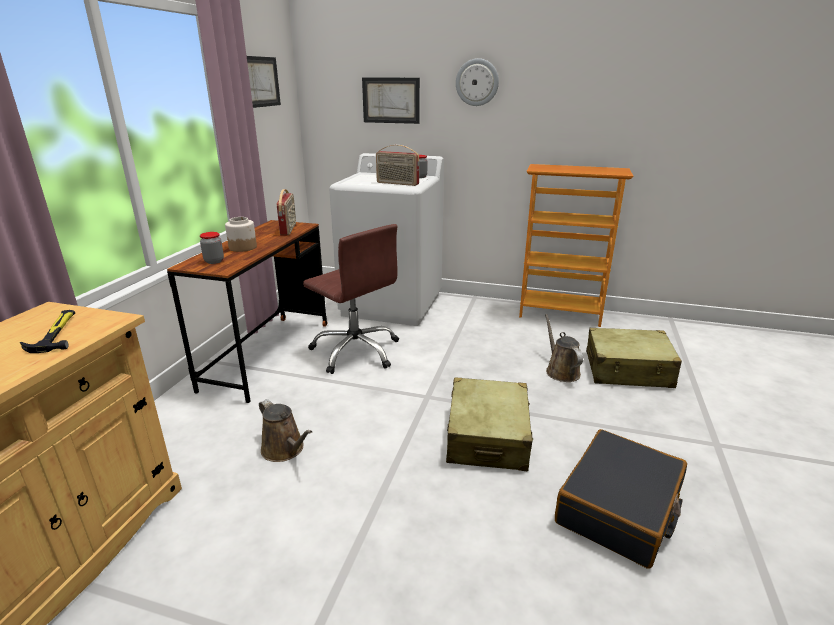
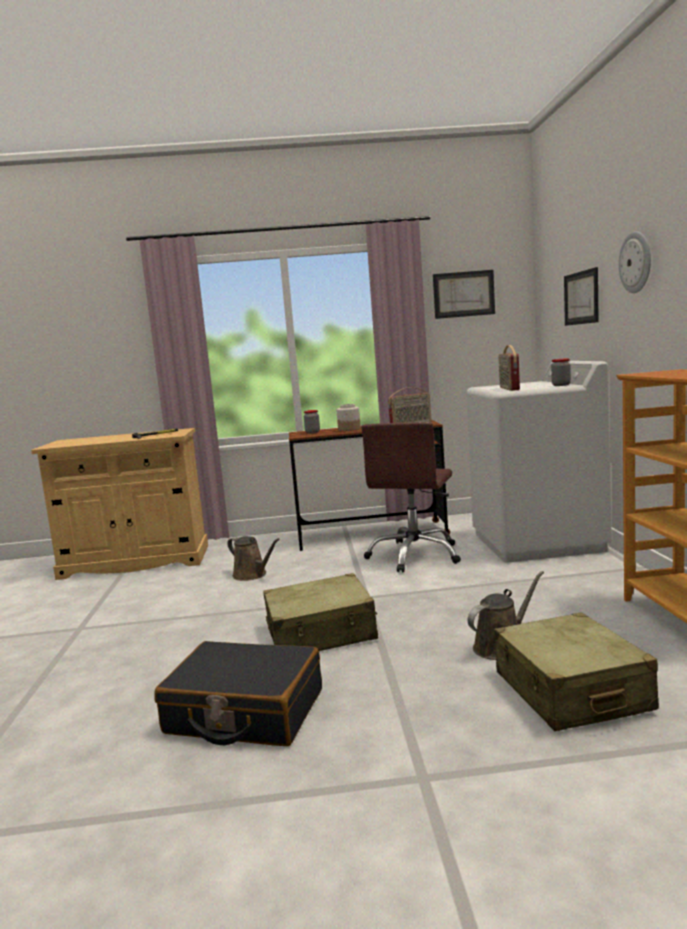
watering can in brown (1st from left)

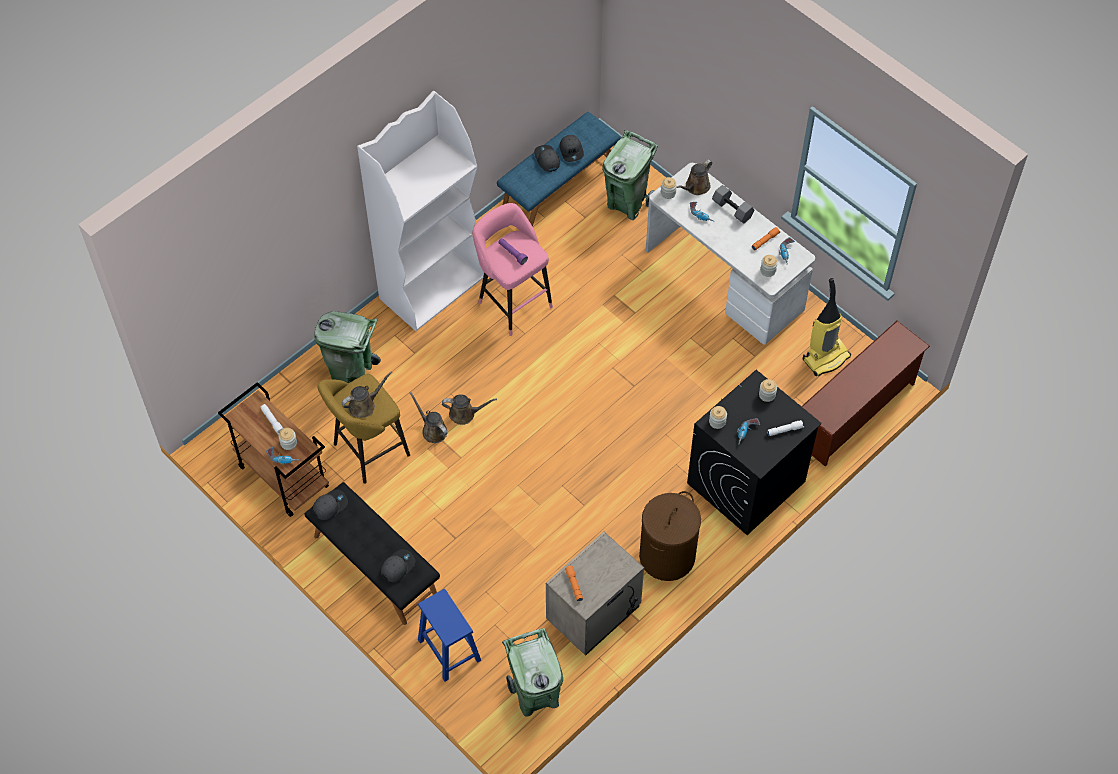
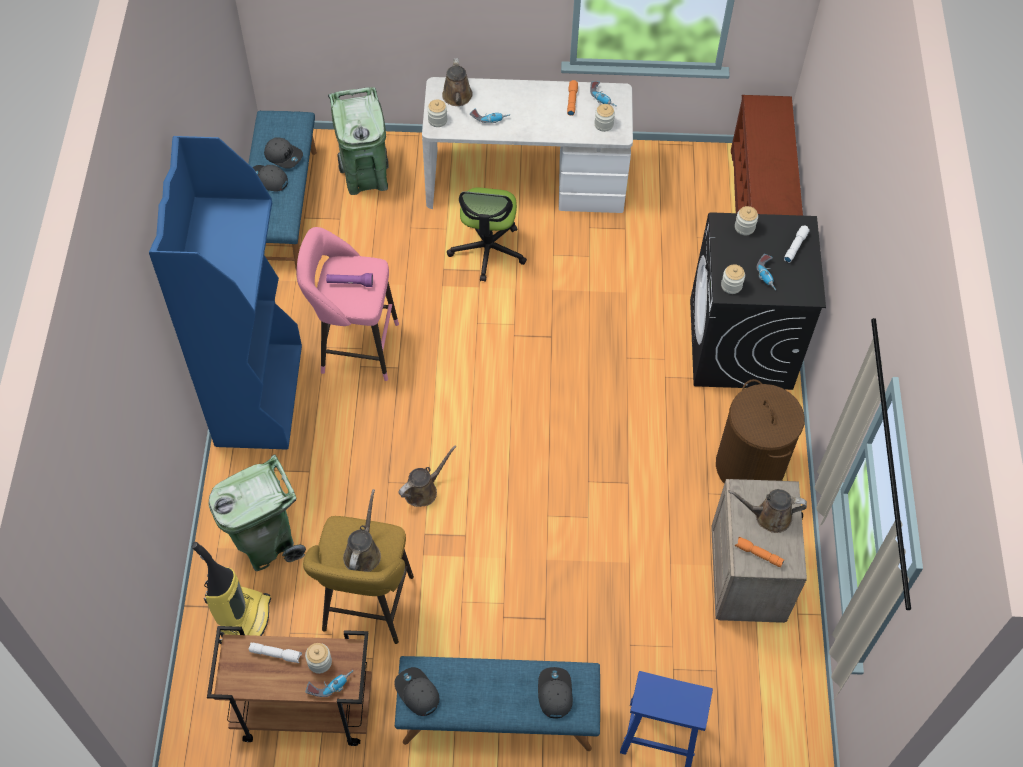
trash can in green (2nd from left in the first image)
dumbbell in grey
office chair
watering can in brown (4th from left)
vacuum cleaner
bench in blue (2nd from left)
bookcase in blue
cap in grey (3rd from left)

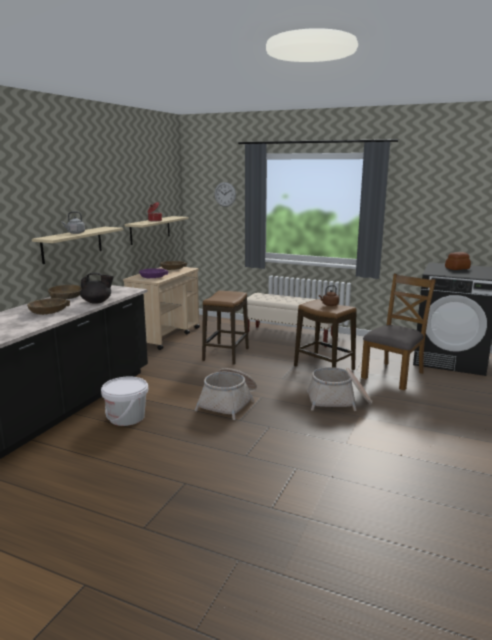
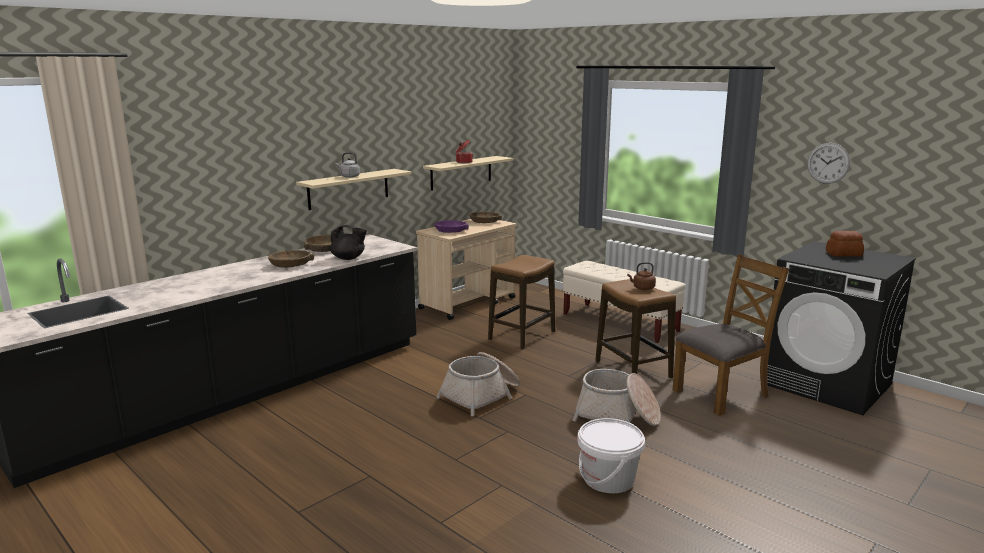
bucket in white
wall clock

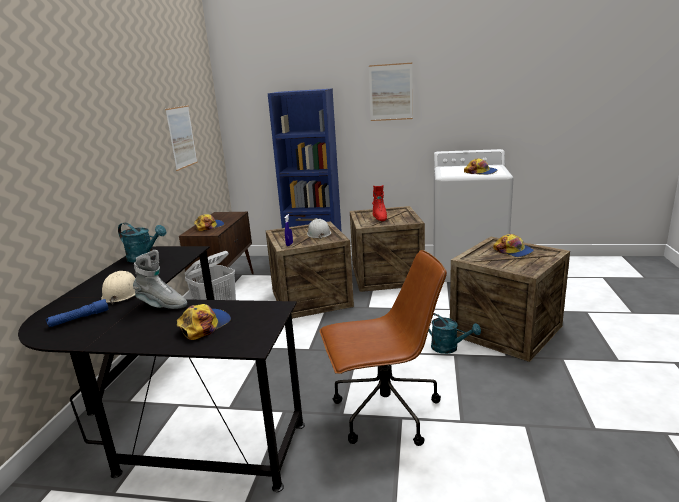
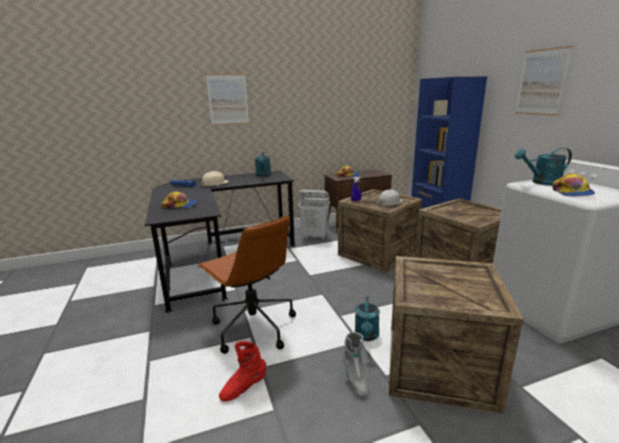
cap (4th from left in the first image)
watering can in turquoise (3rd from left)
boot in grey
picture (1st from left)
boot in red

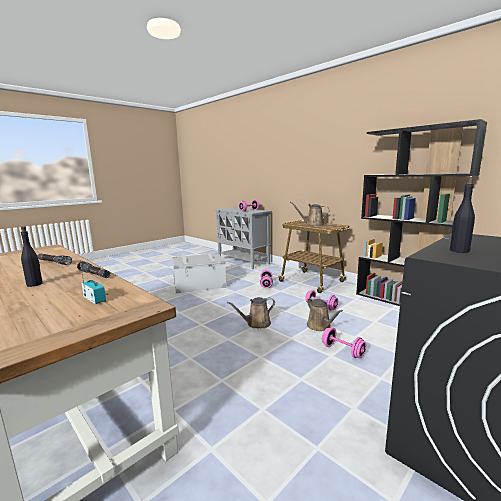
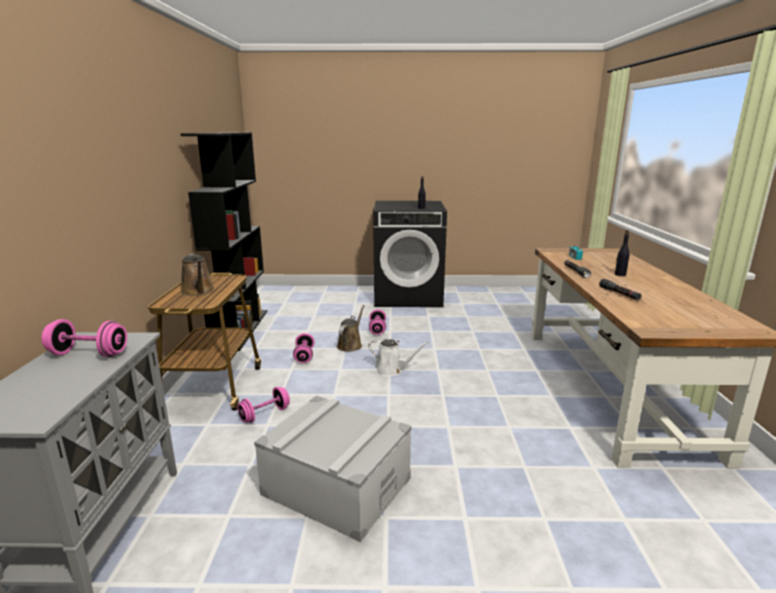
watering can in white

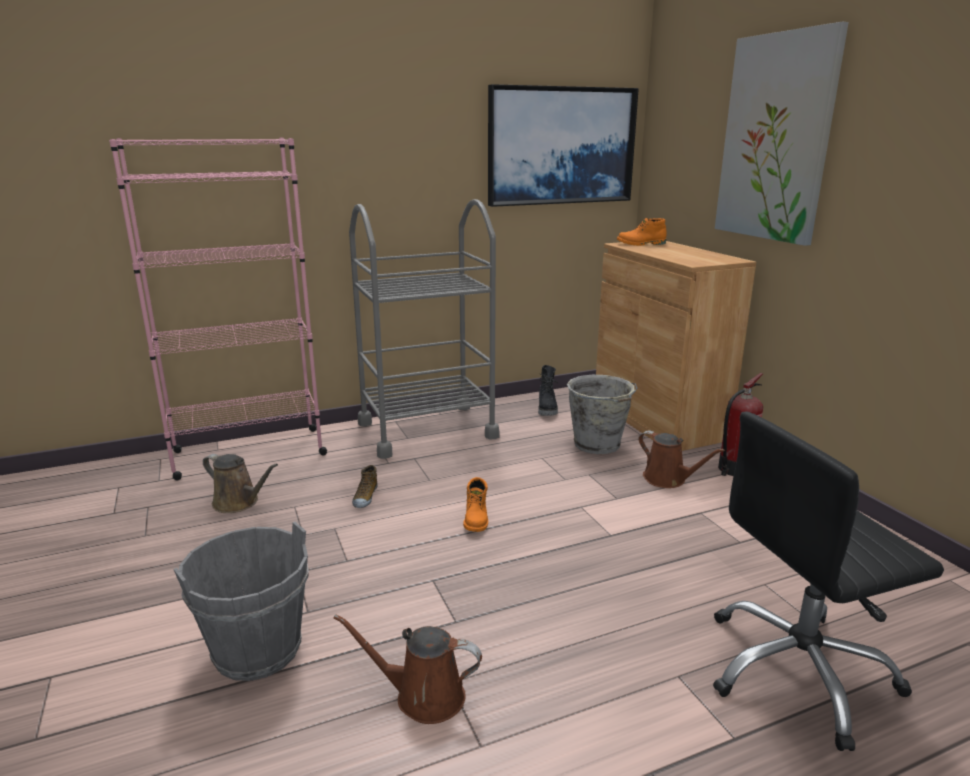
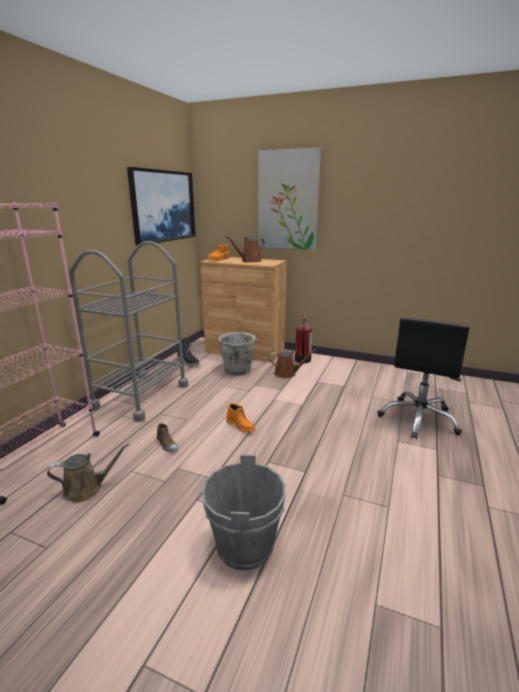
watering can in brown (2nd from left)

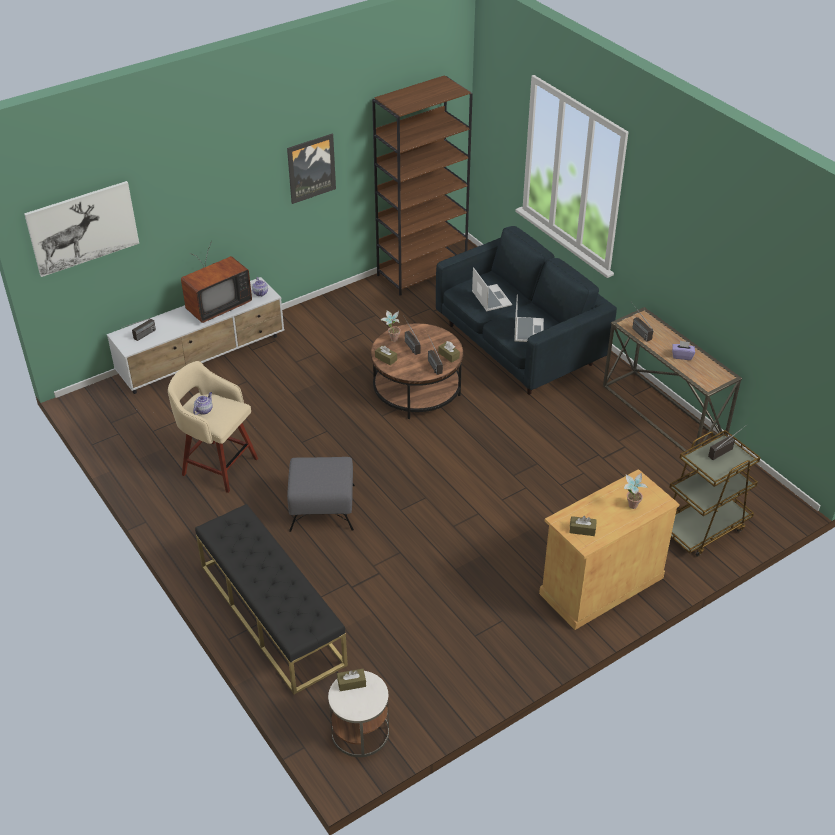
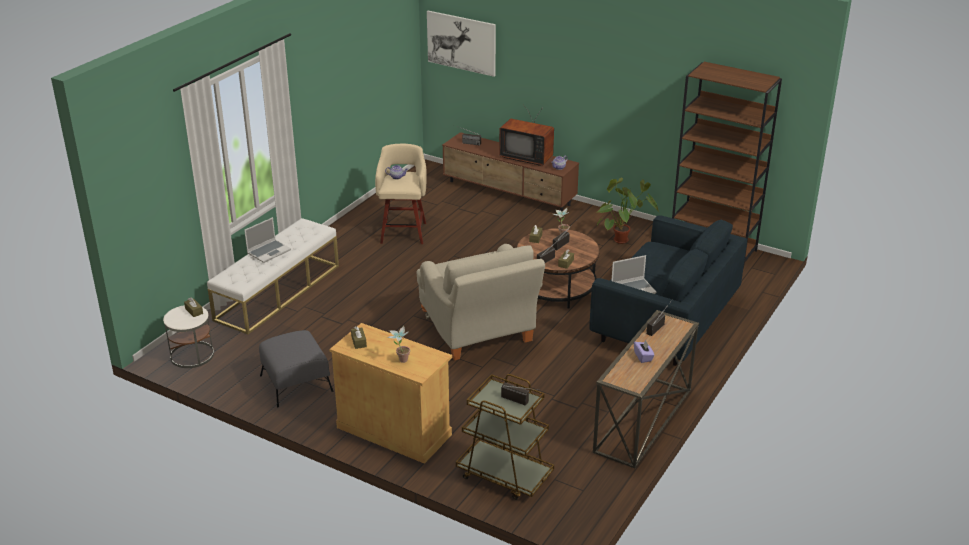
picture (2nd from left in the first image)
armchair in beige
potted plant (3rd from left)
ottoman in grey
laptop (1st from left)
tv stand in brown
bench in white

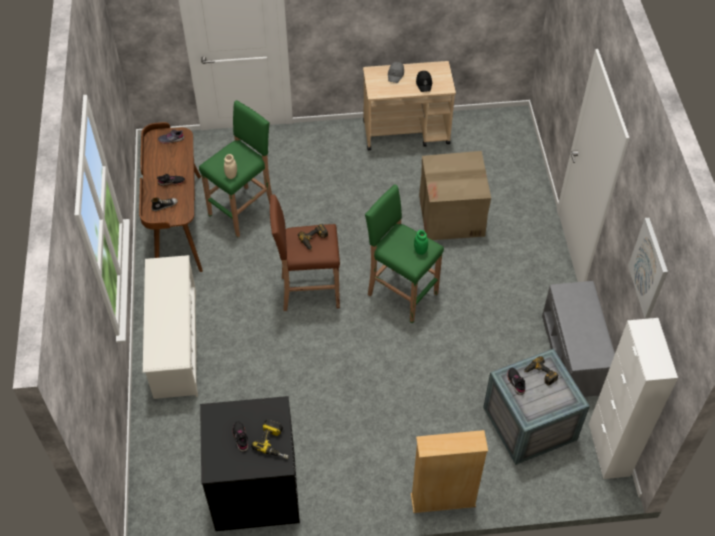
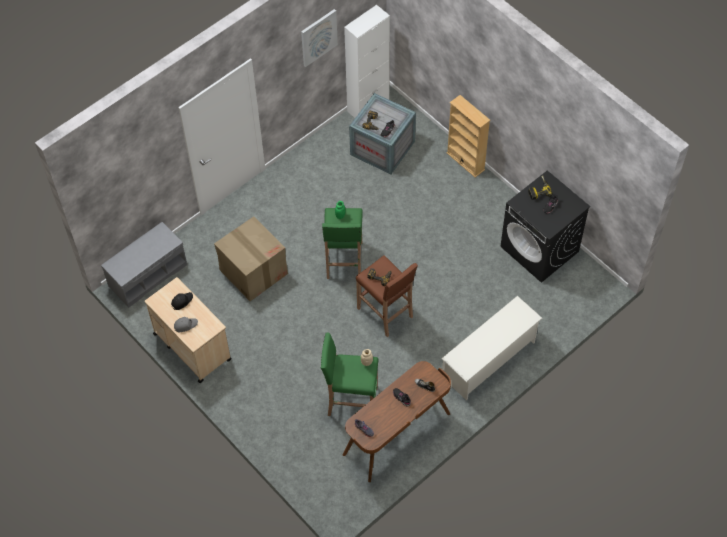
bench in grey

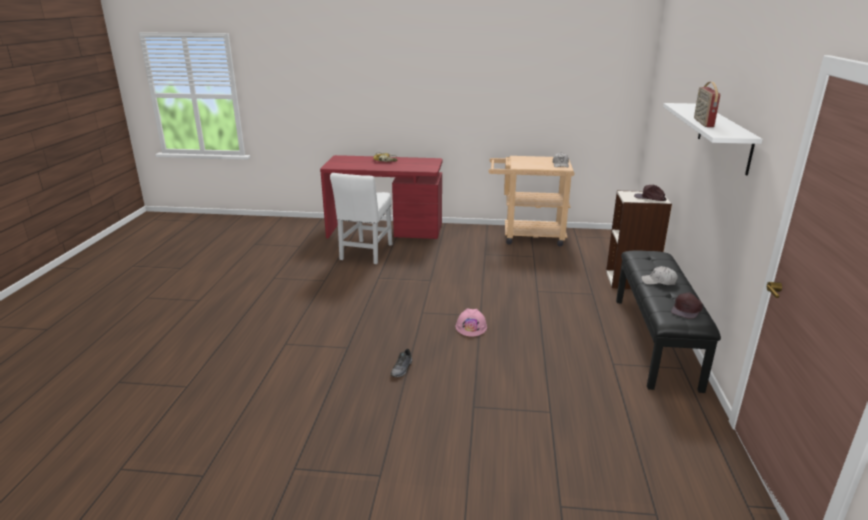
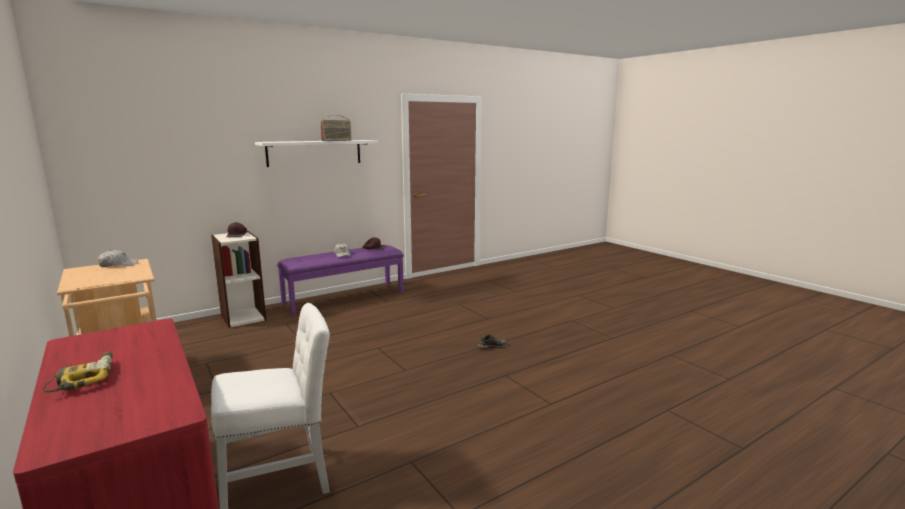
hard hat in pink
bench in purple

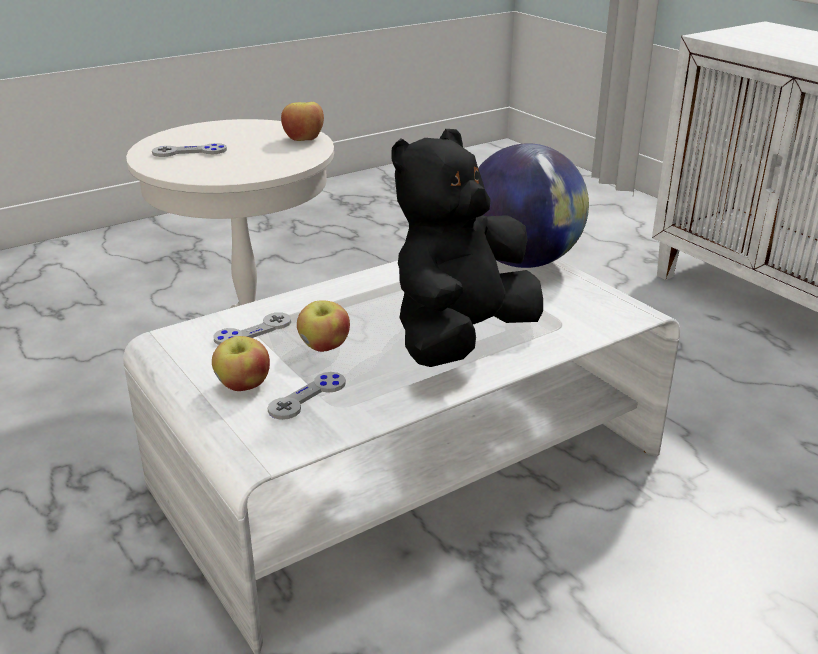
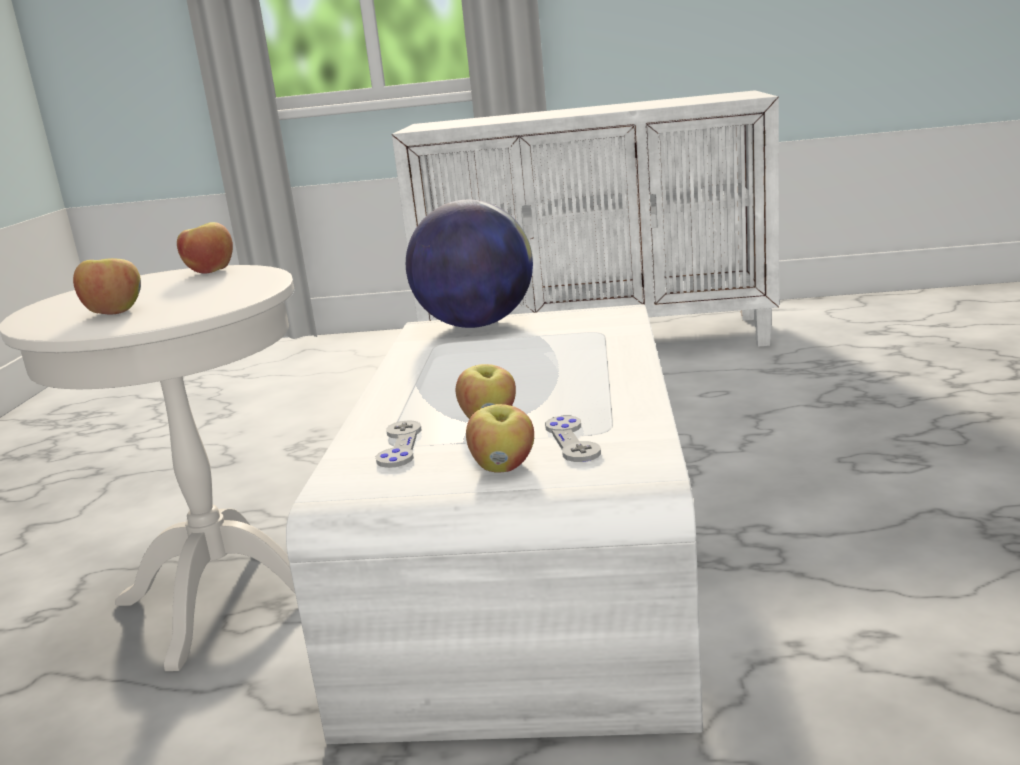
plush toy in black
apple (1st from left)

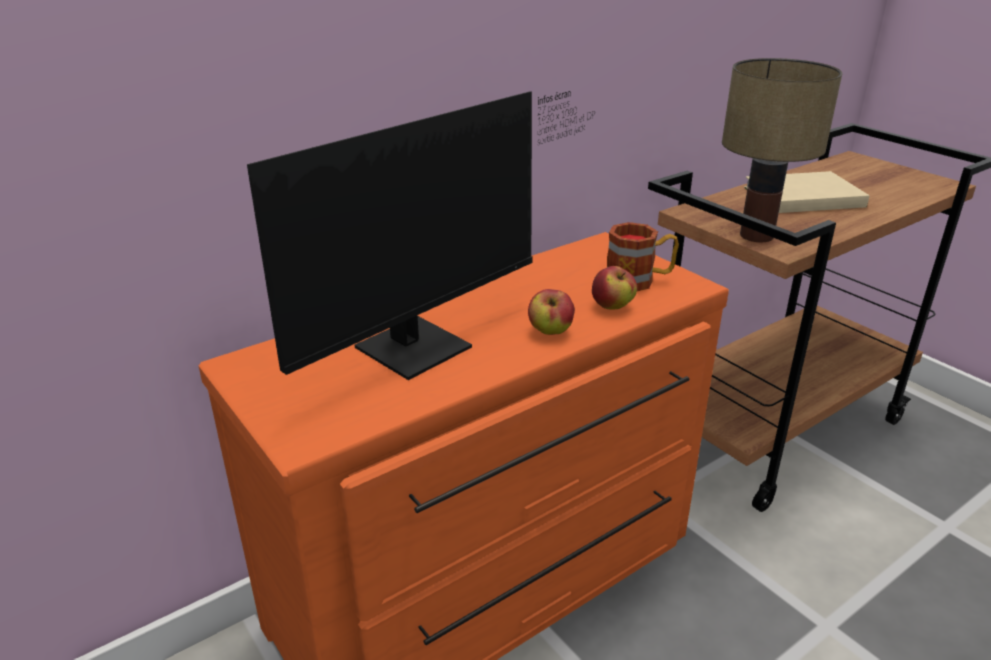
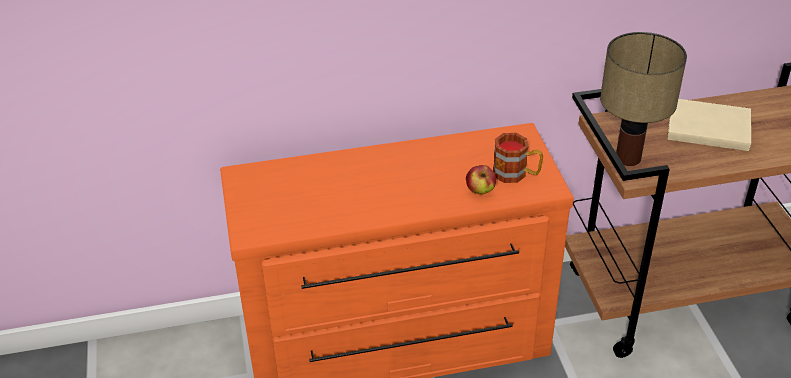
monitor
apple (1st from left in the first image)

